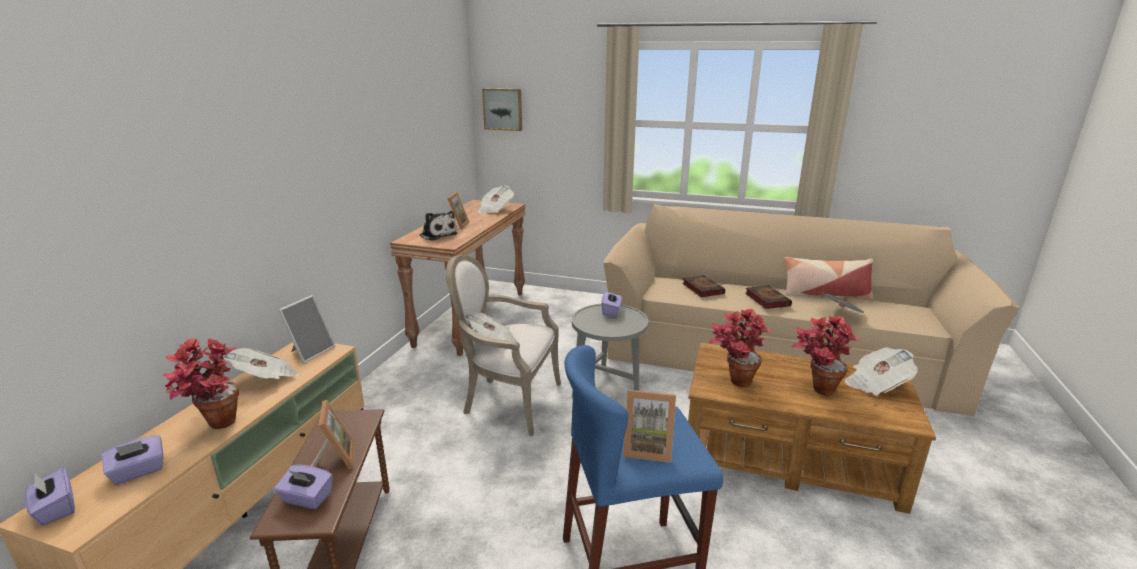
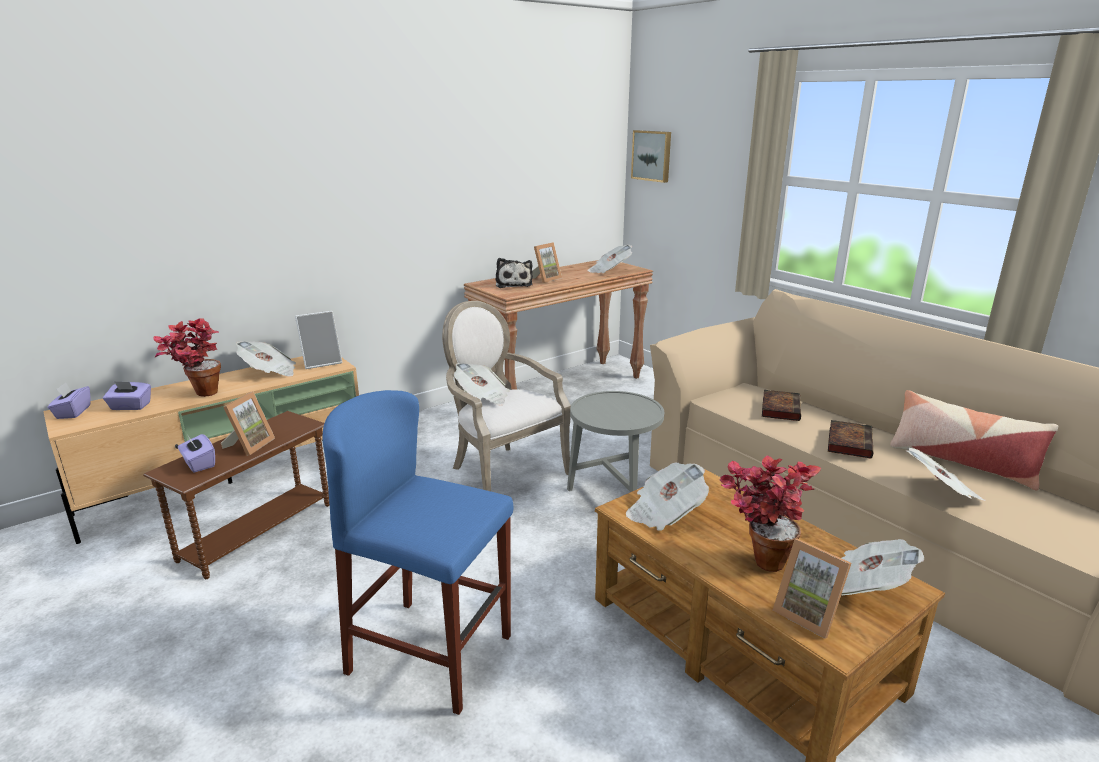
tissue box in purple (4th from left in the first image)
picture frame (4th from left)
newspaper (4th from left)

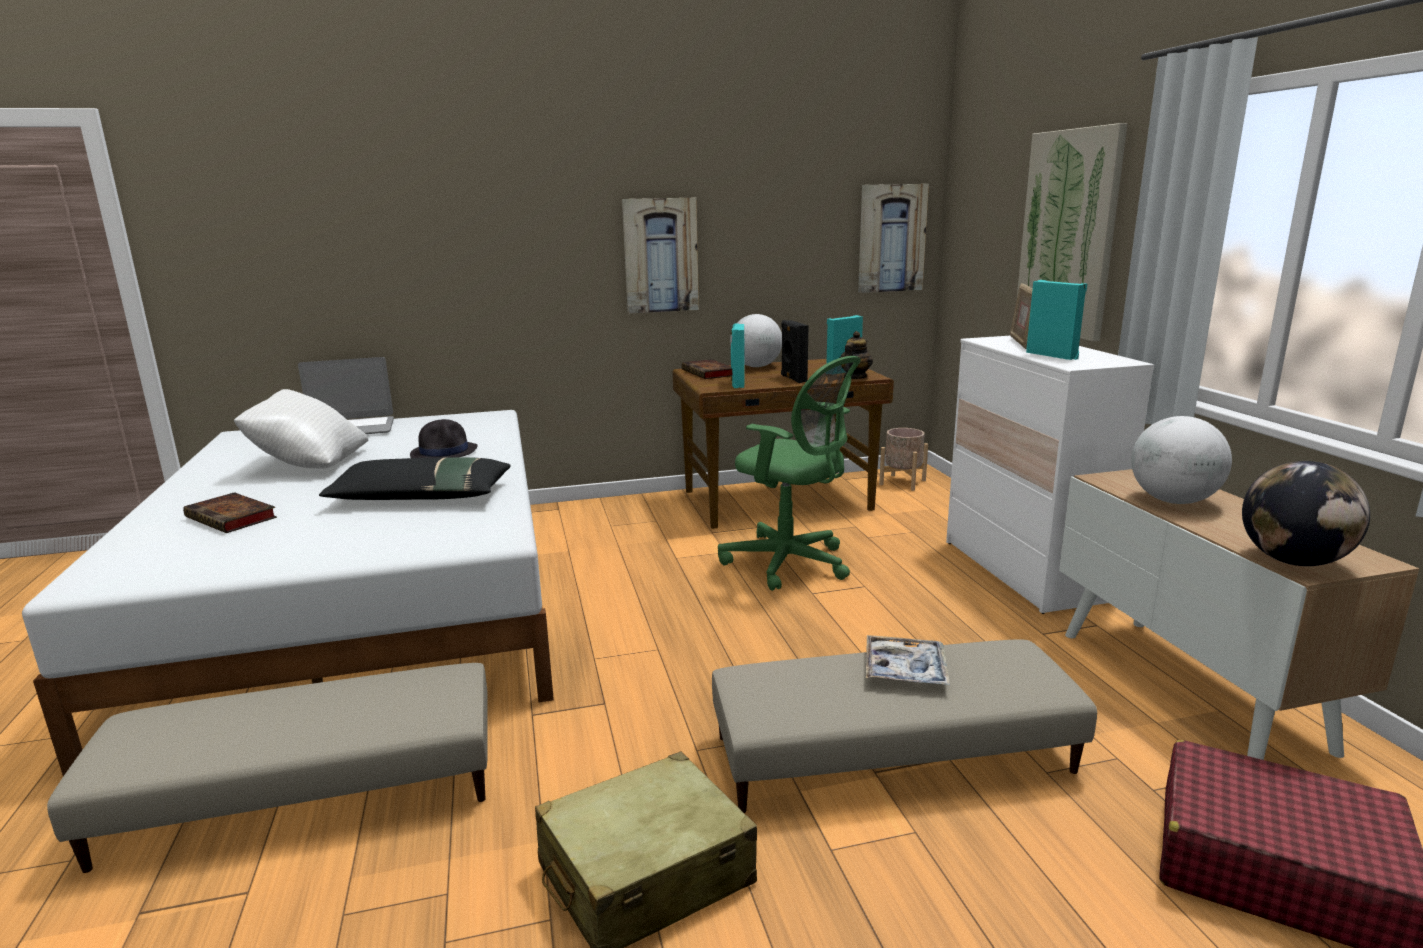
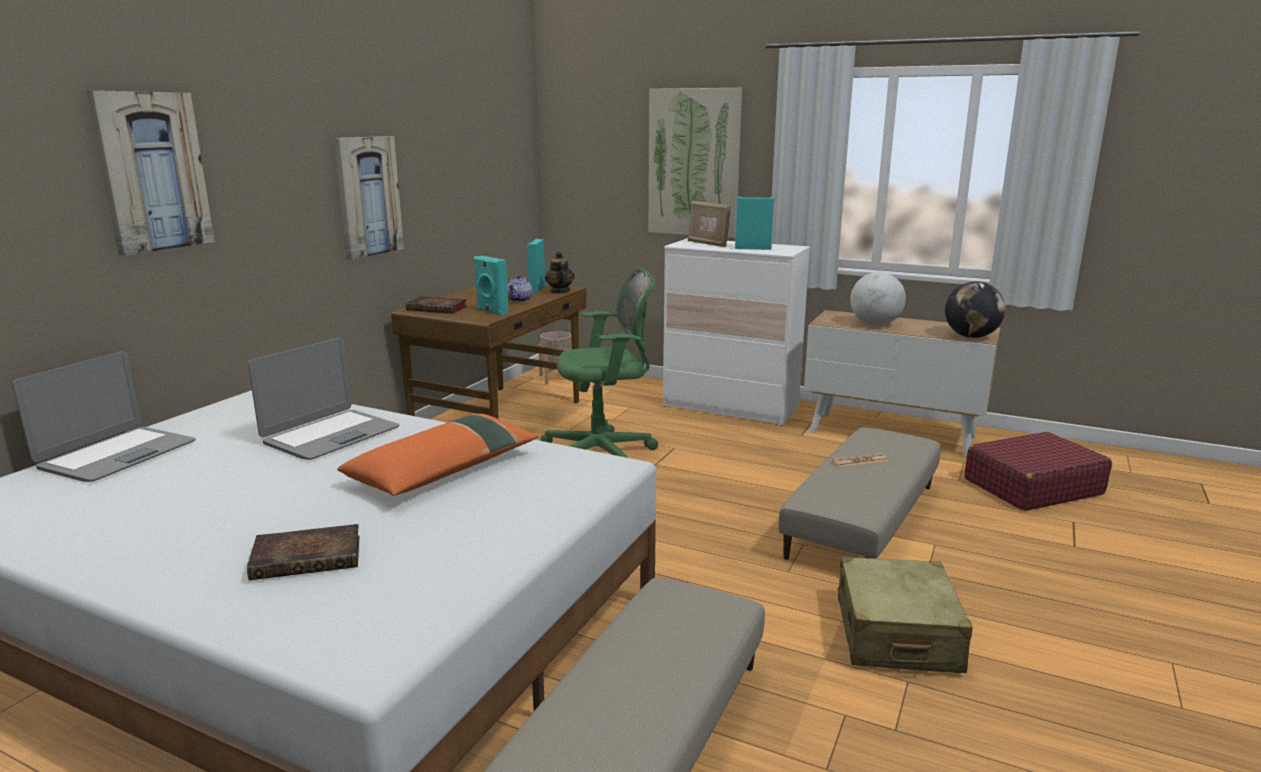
pillow in white
globe (1st from left in the first image)
picture (1st from left)
laptop (2nd from left)
teapot (1st from left)
newspaper
pillow in orange

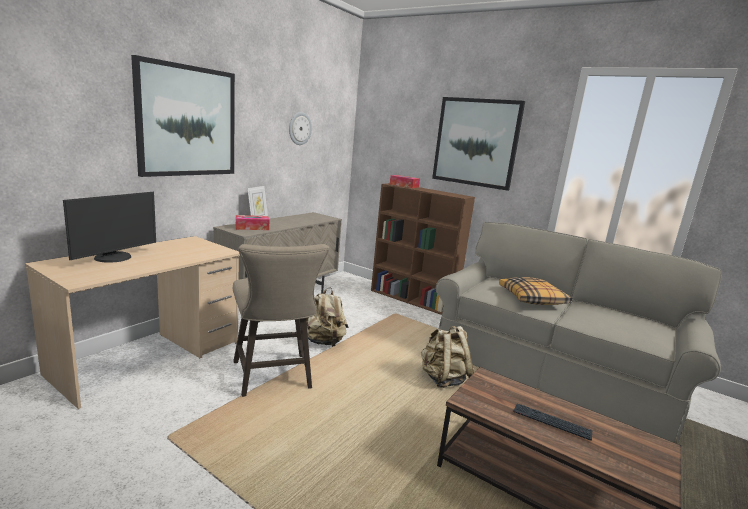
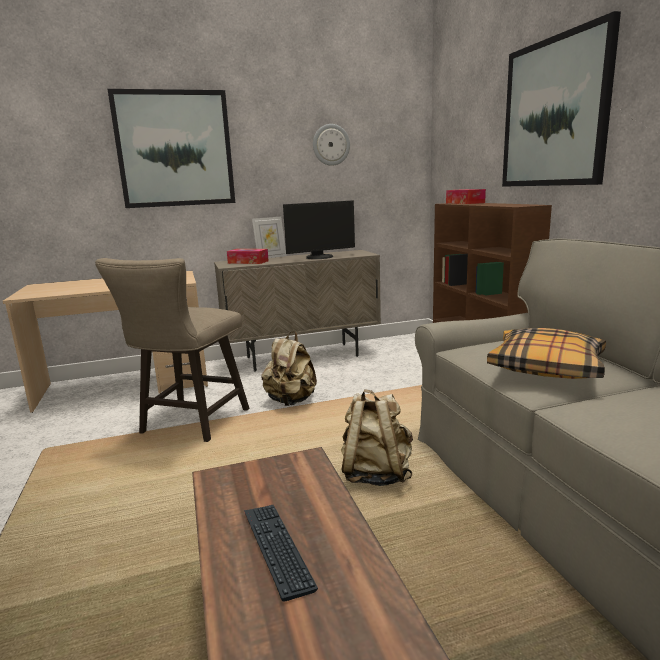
monitor

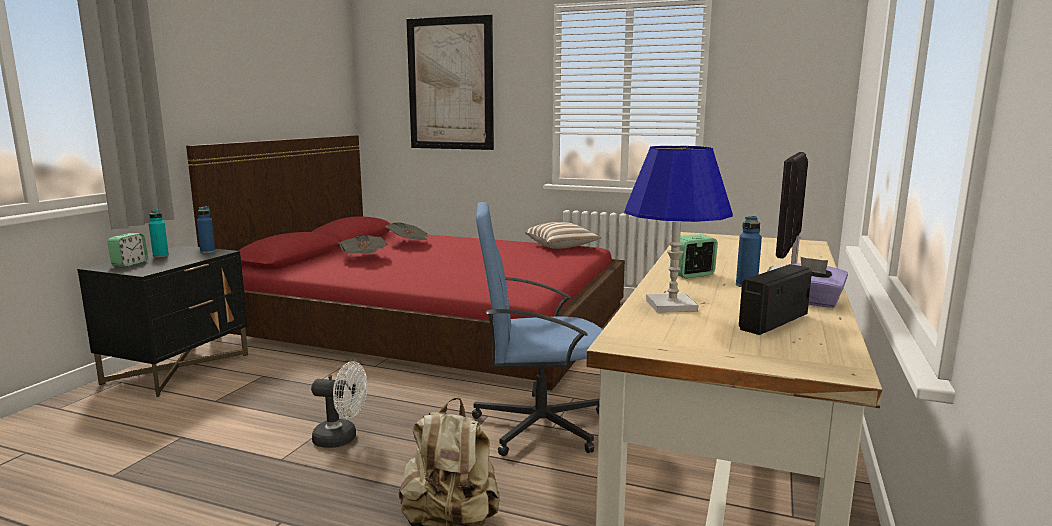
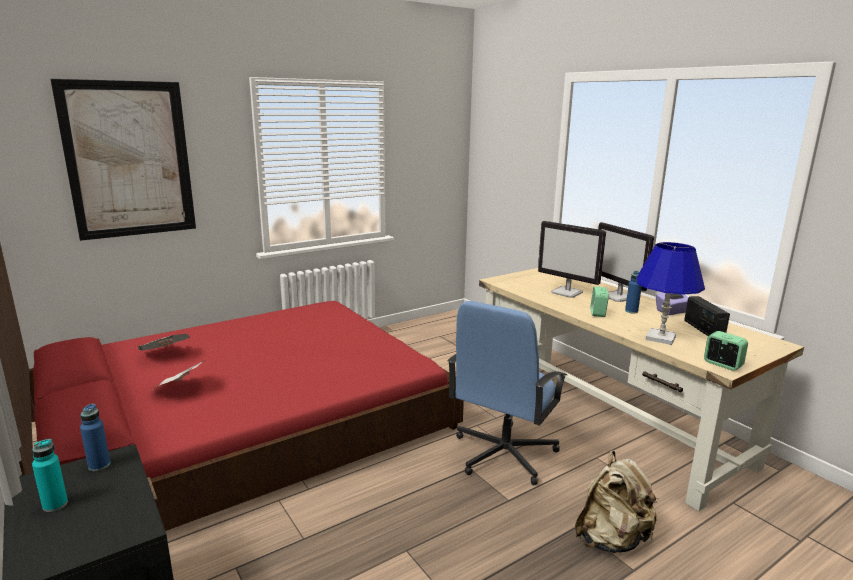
fan in white
pillow
monitor (1st from left)
alarm clock (2nd from left)

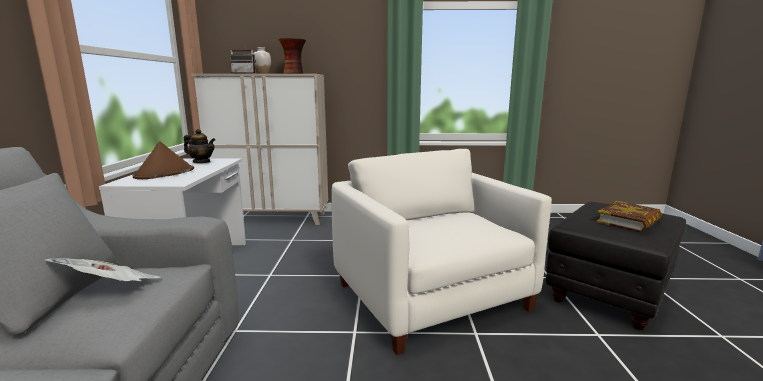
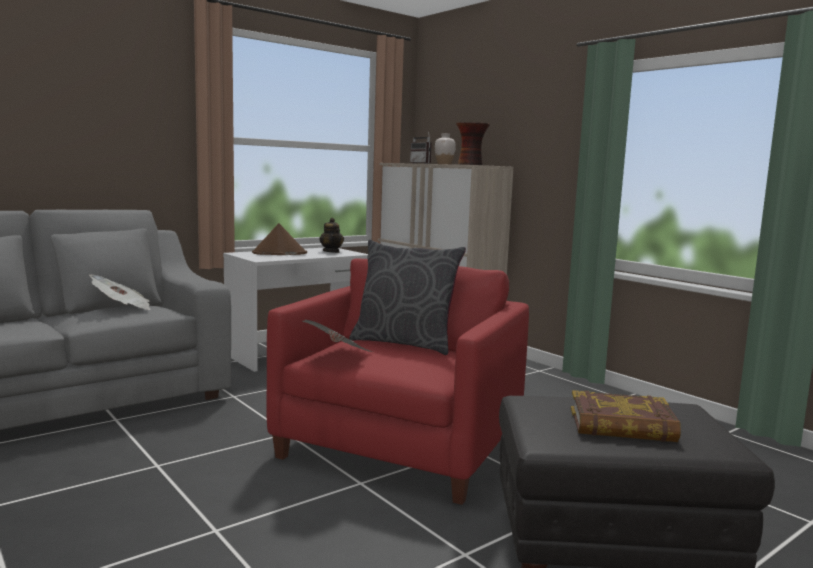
newspaper (2nd from left)
pillow in grey
armchair in red

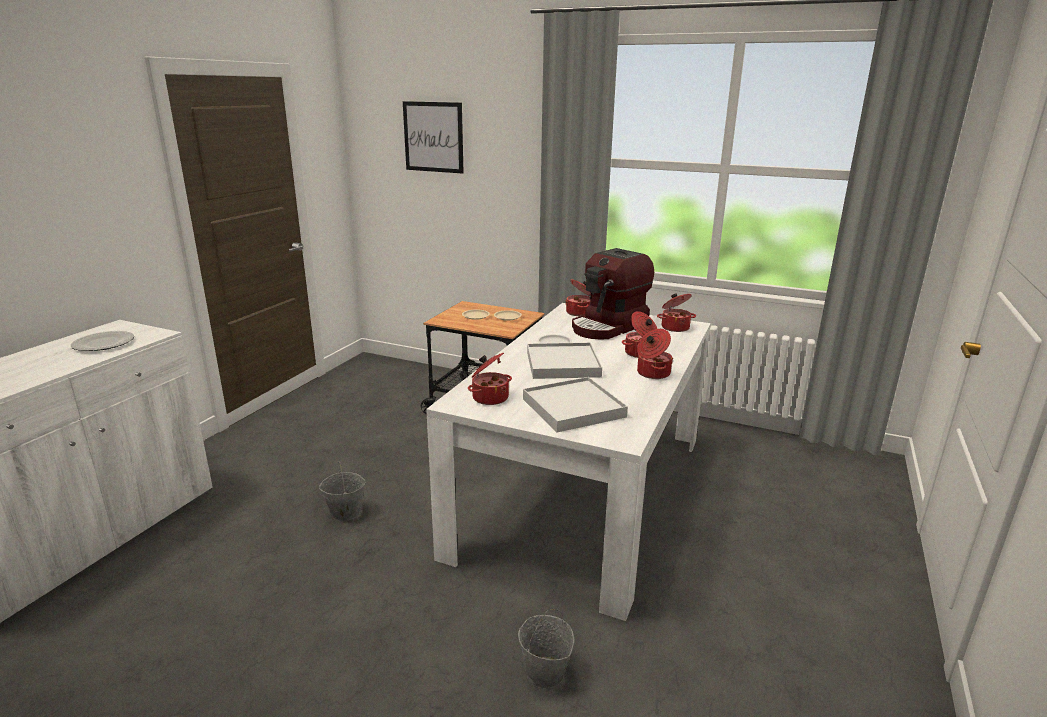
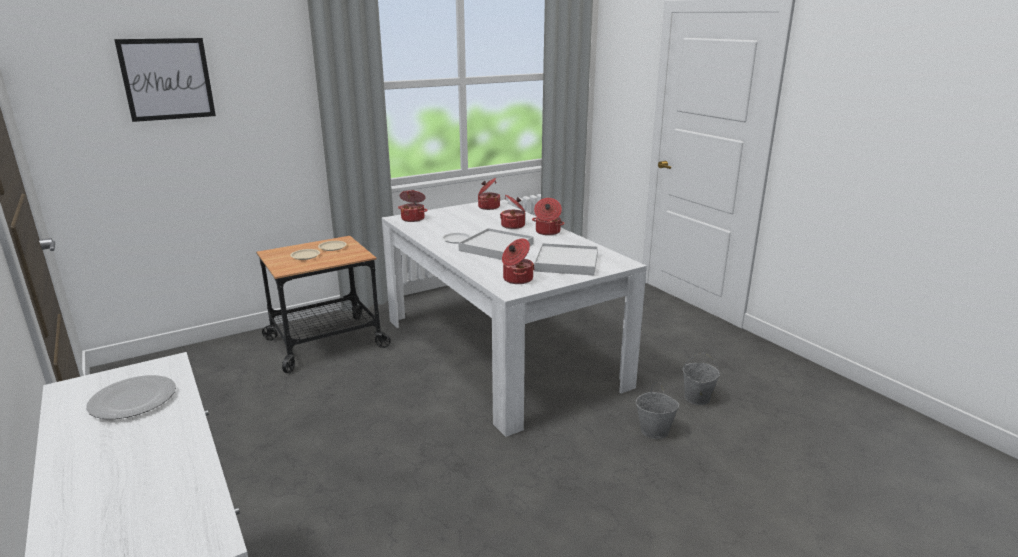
coffee machine
bucket in grey (2nd from left)

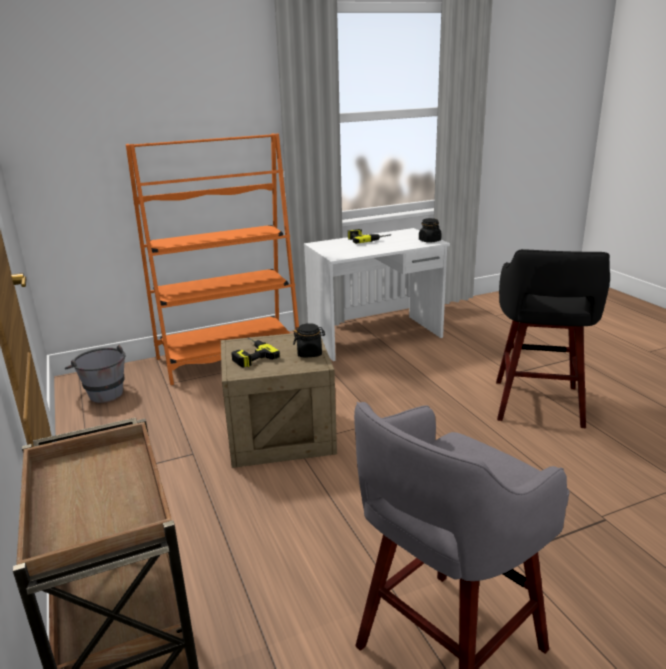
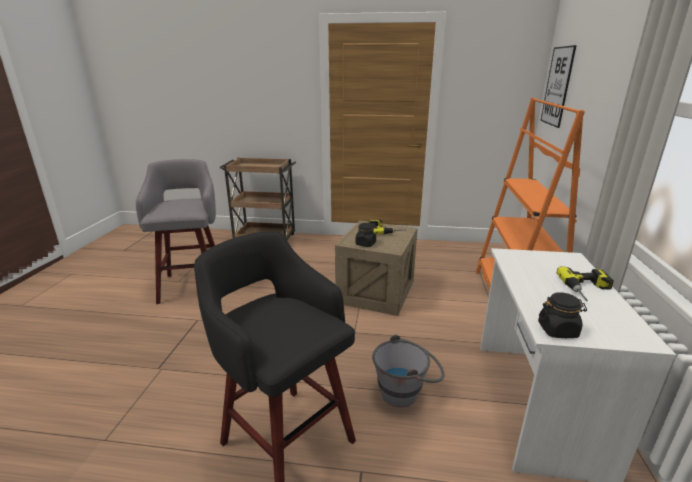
picture
bucket in grey

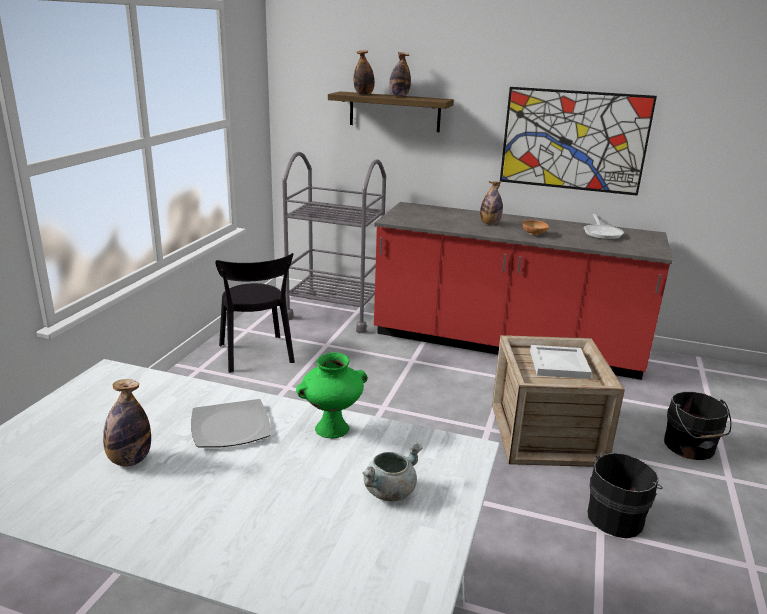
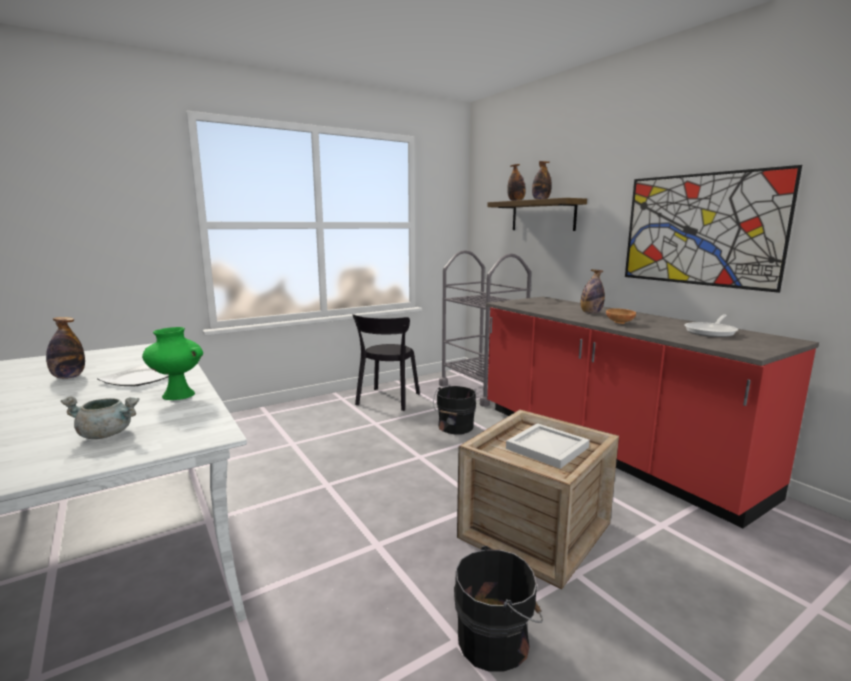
bucket in black (1st from left)

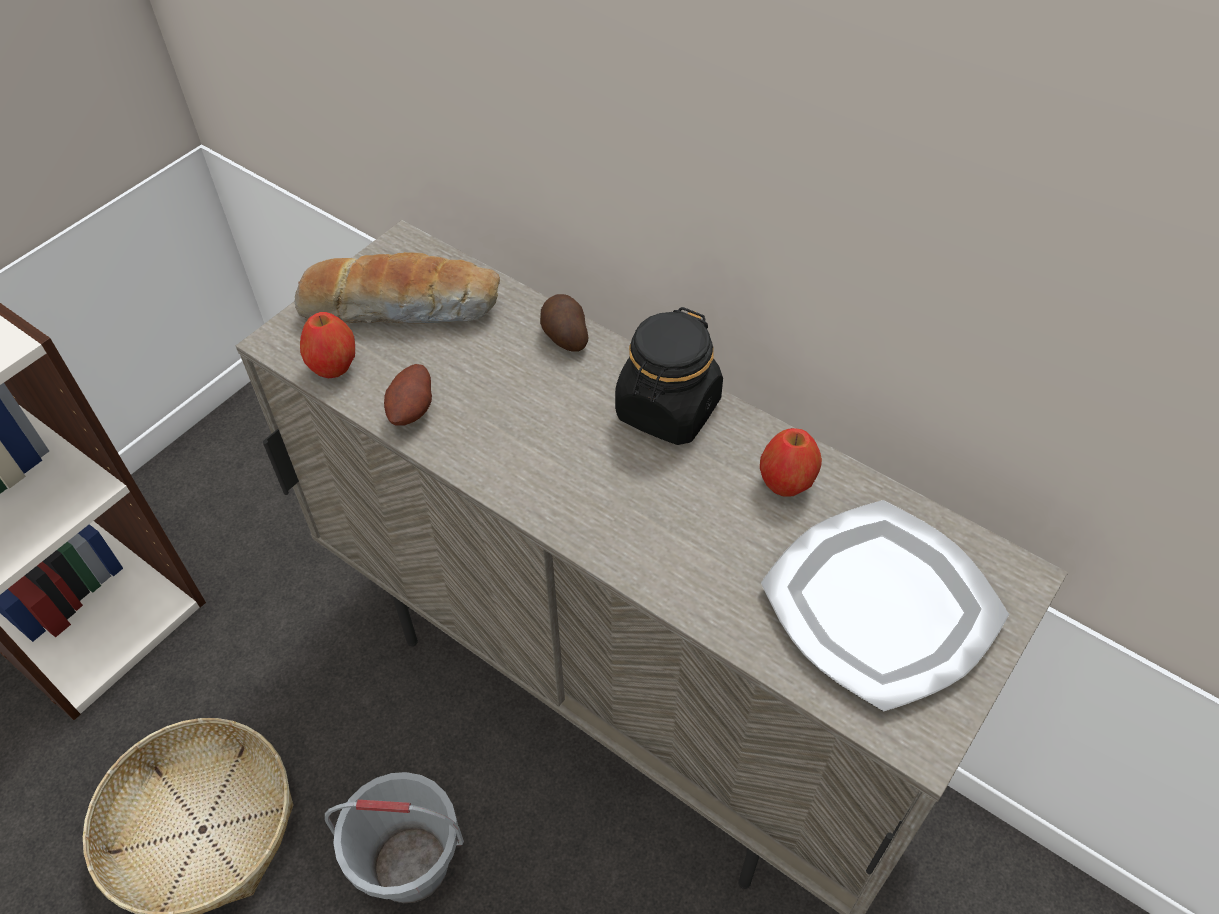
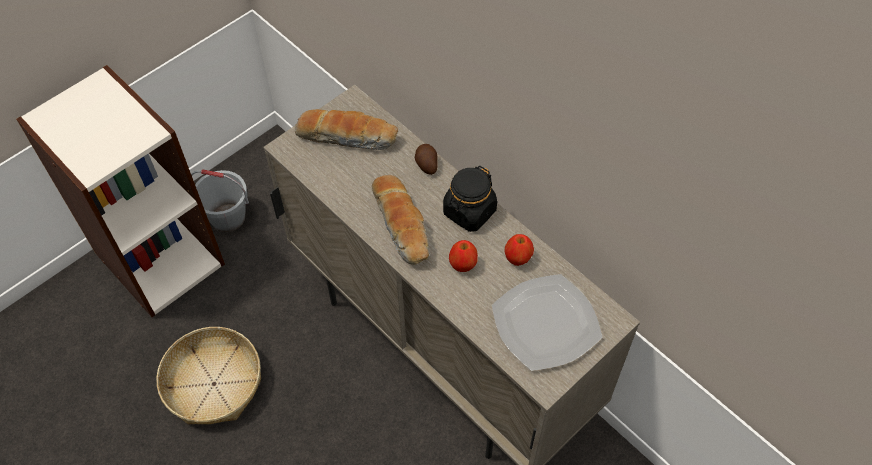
potato (1st from left in the first image)
bread (2nd from left)
apple (1st from left)
bucket in grey

